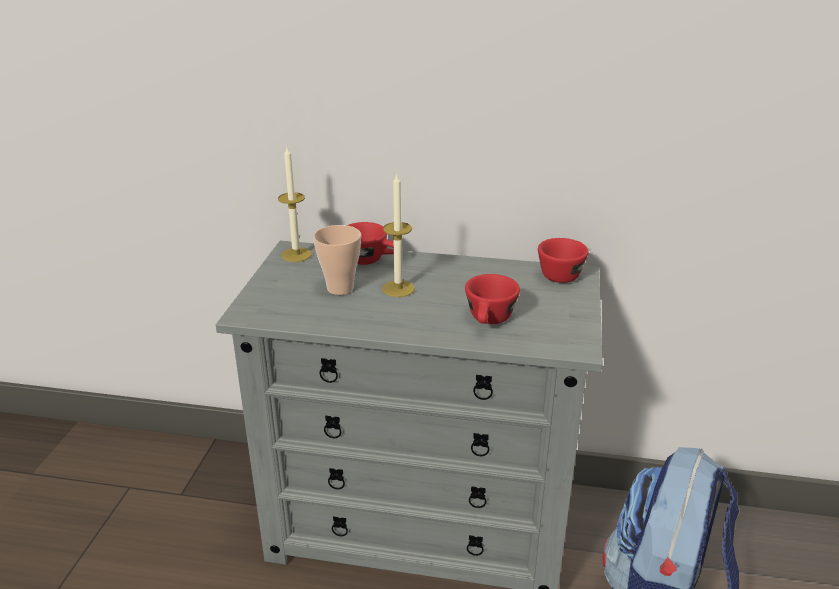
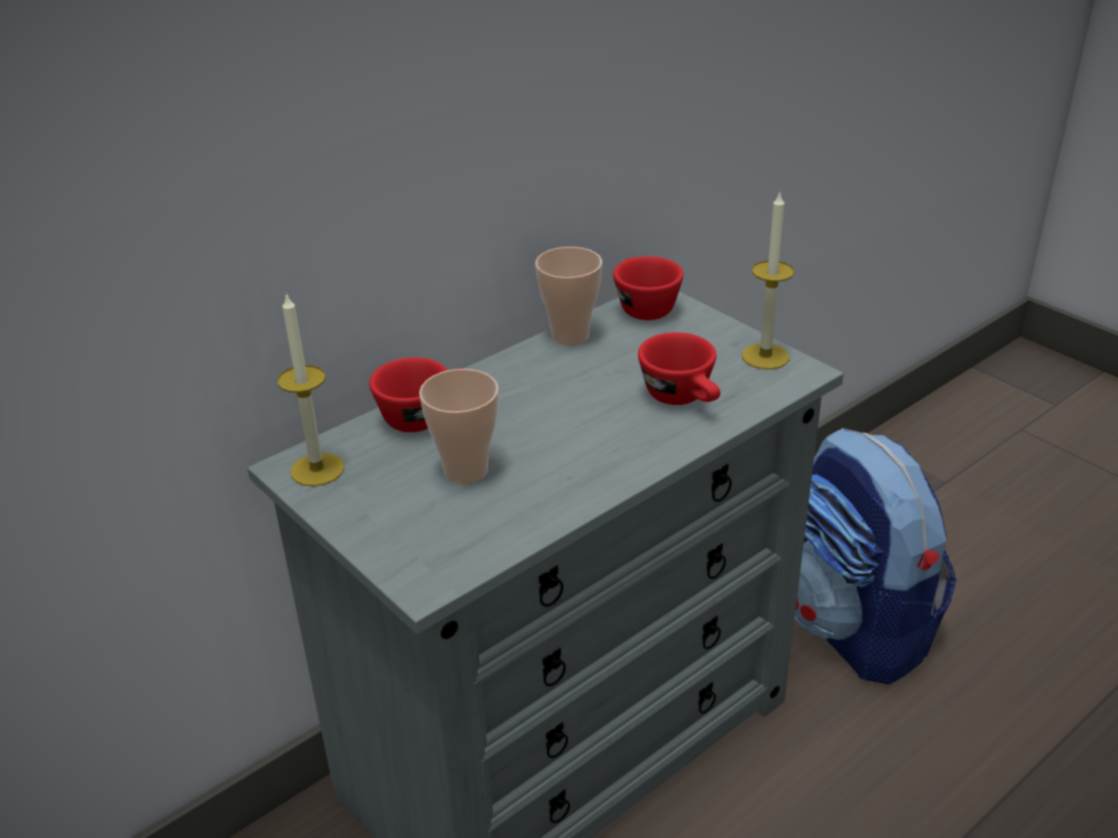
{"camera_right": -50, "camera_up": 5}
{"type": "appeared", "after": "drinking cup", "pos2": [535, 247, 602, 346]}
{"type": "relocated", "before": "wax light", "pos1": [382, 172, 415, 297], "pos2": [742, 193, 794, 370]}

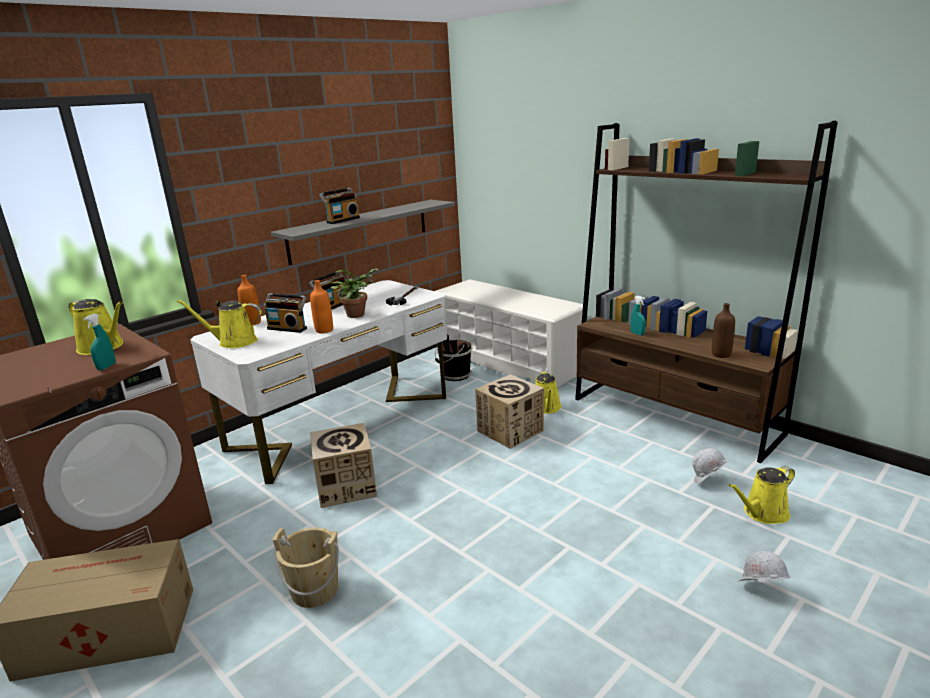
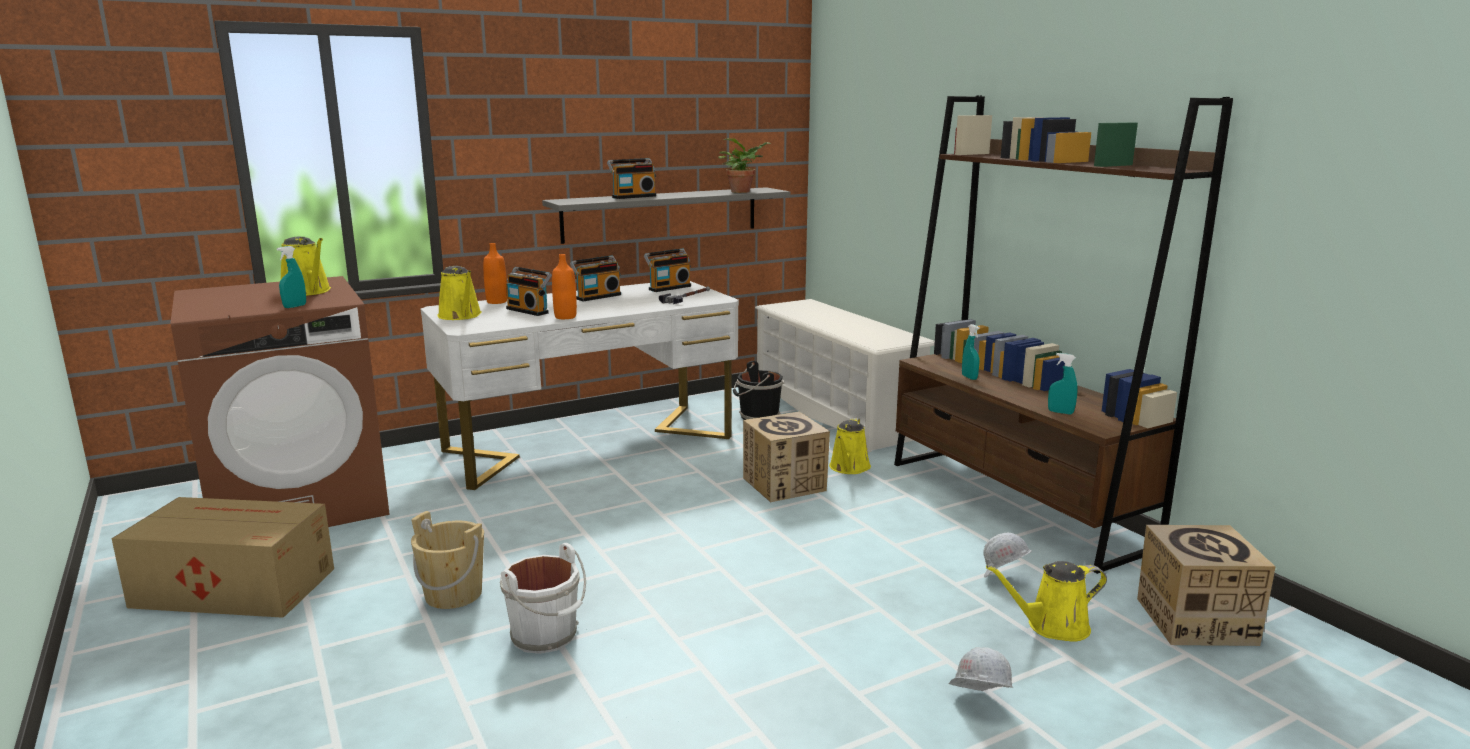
{"camera_right": 15, "camera_up": -5}
{"type": "appeared", "after": "white bucket", "pos2": [500, 543, 586, 654]}
{"type": "appeared", "after": "radio receiver", "pos2": [644, 249, 691, 292]}
{"type": "relocated", "before": "carton", "pos1": [310, 423, 377, 508], "pos2": [1137, 525, 1276, 646]}
{"type": "relocated", "before": "potted plant", "pos1": [331, 269, 378, 318], "pos2": [718, 138, 770, 193]}
{"type": "exchanged", "before": "brownish drink bottle", "after": "turquoise-coloured sprayer", "pos1": [712, 303, 735, 358], "pos2": [1048, 353, 1078, 414]}
{"type": "spun", "before": "yellow-coloured watering pot", "pos1": [176, 300, 262, 348], "pos2": [437, 266, 482, 320], "turn": -135}

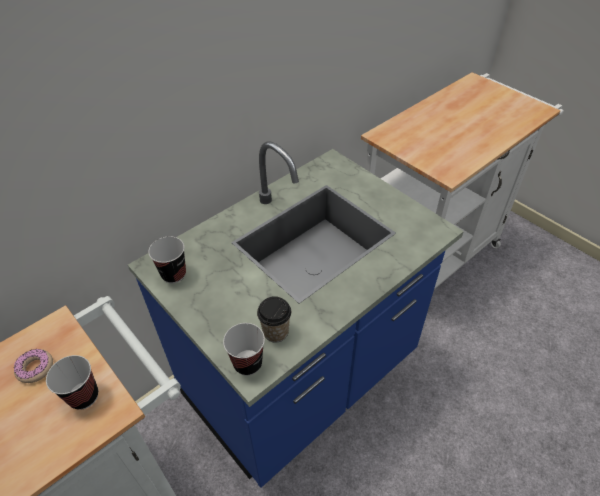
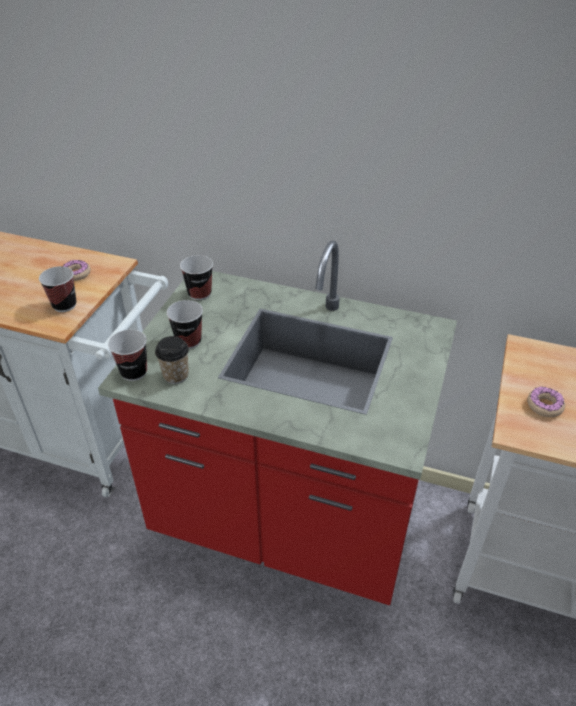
{"camera_right": 60, "camera_up": -5}
{"type": "appeared", "after": "drinking cup", "pos2": [167, 300, 203, 349]}
{"type": "appeared", "after": "ring doughnut", "pos2": [527, 387, 565, 417]}
{"type": "colour", "before": "blue kitchen base unit", "after": "reddish kitchen base unit", "pos1": [128, 142, 464, 488], "pos2": [98, 241, 457, 605]}

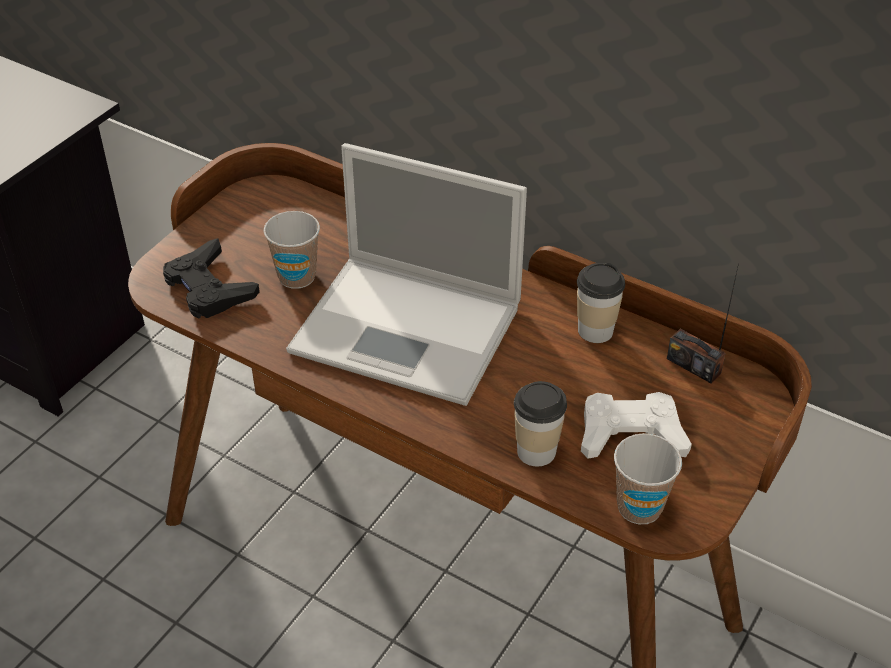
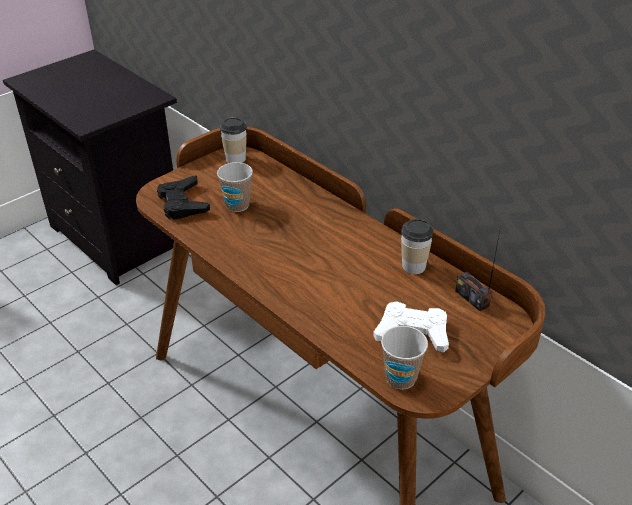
{"camera_right": 15, "camera_up": -5}
{"type": "missing", "before": "portable computer", "pos1": [286, 143, 527, 406]}
{"type": "relocated", "before": "drinking cup", "pos1": [514, 381, 567, 466], "pos2": [220, 118, 247, 163]}

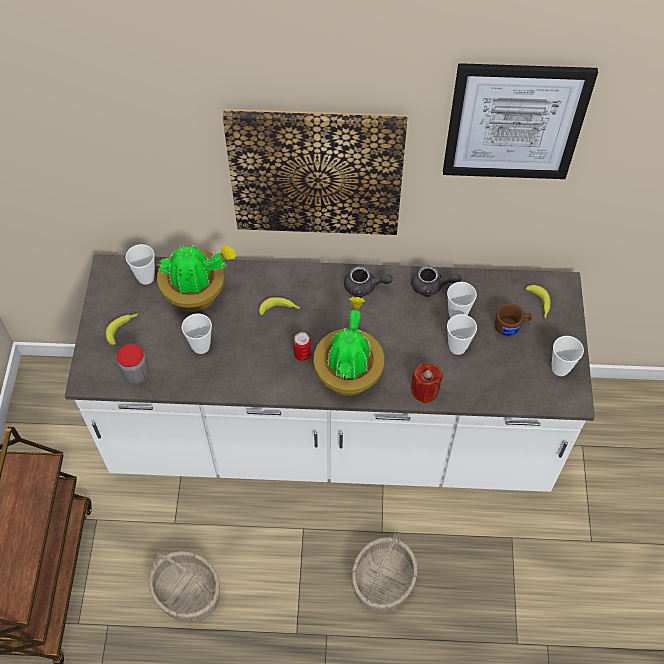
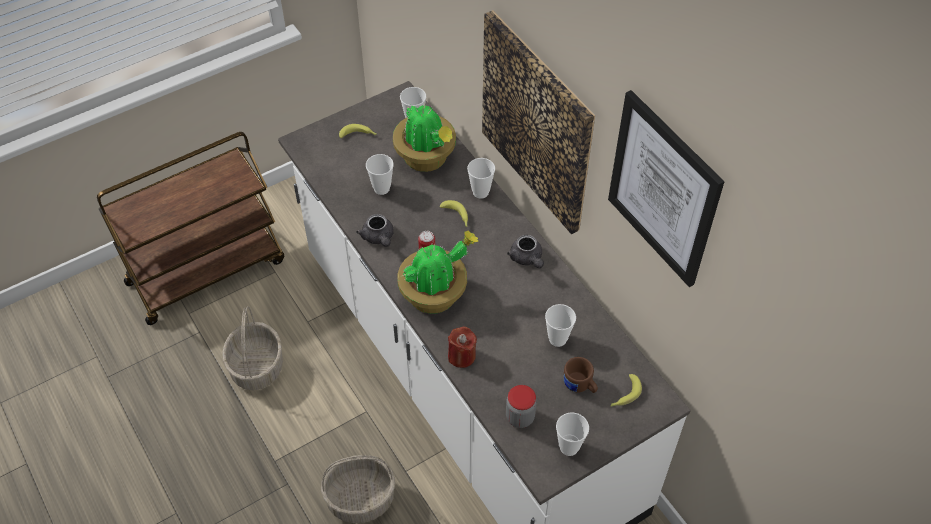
{"camera_right": 55, "camera_up": -5}
{"type": "relocated", "before": "preserve jar", "pos1": [117, 344, 149, 384], "pos2": [506, 385, 537, 428]}
{"type": "relocated", "before": "grey pot for tea", "pos1": [411, 266, 461, 297], "pos2": [356, 214, 394, 247]}
{"type": "relocated", "before": "drinking cup", "pos1": [447, 314, 477, 355], "pos2": [467, 158, 495, 199]}

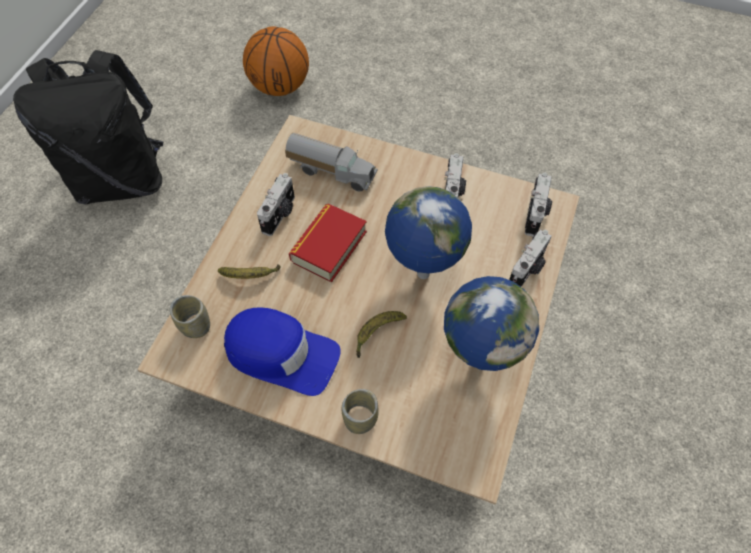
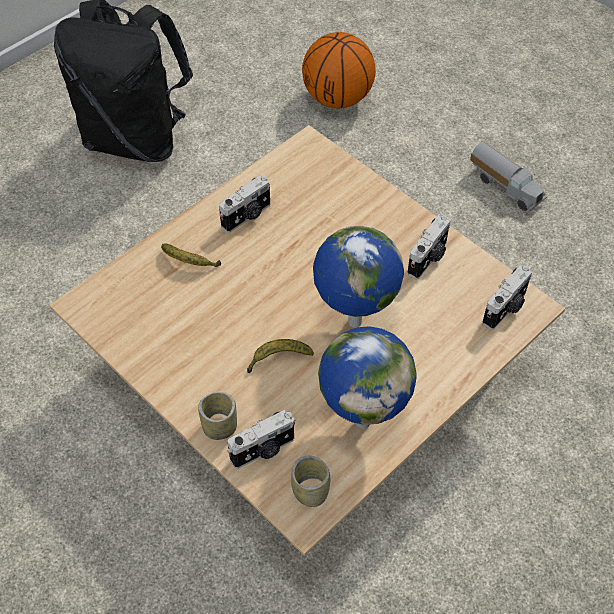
{"camera_right": 25, "camera_up": -5}
{"type": "missing", "before": "blue cap", "pos1": [224, 307, 341, 396]}
{"type": "missing", "before": "bound book", "pos1": [289, 203, 367, 282]}
{"type": "relocated", "before": "drinking cup", "pos1": [170, 295, 210, 338], "pos2": [291, 456, 330, 507]}
{"type": "relocated", "before": "toy lorry", "pos1": [285, 133, 378, 191], "pos2": [470, 141, 547, 211]}
{"type": "relocated", "before": "photo camera", "pos1": [509, 230, 552, 287], "pos2": [227, 410, 295, 469]}

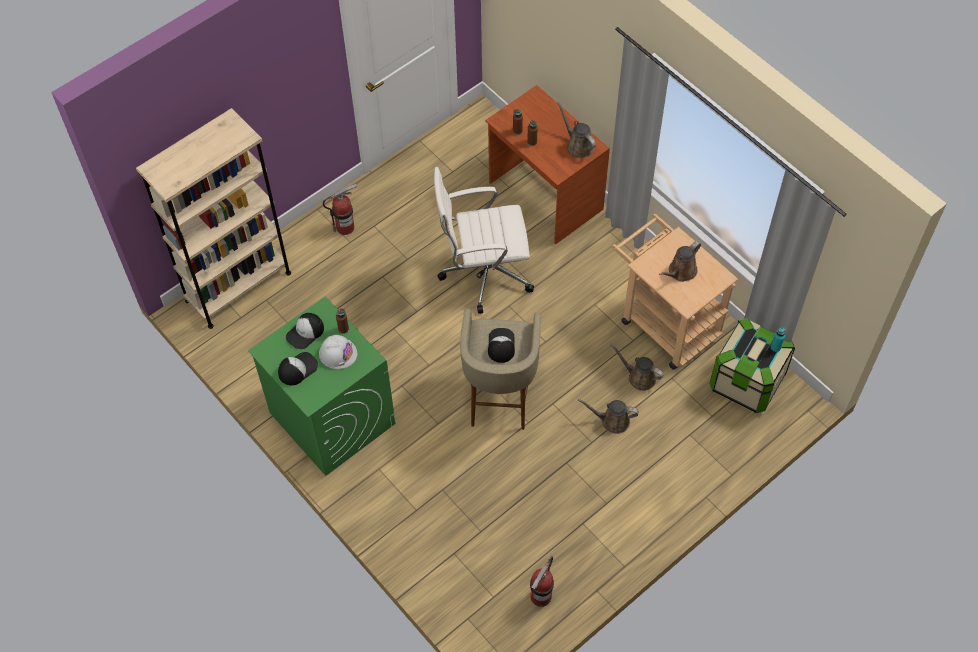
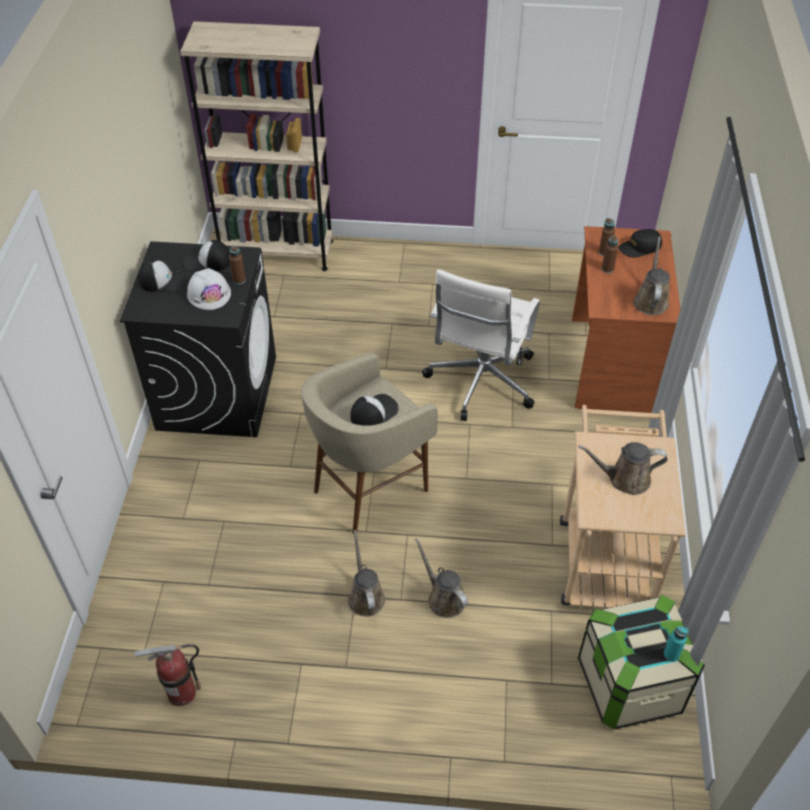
{"camera_right": 45, "camera_up": -10}
{"type": "missing", "before": "extinguisher", "pos1": [323, 184, 357, 235]}
{"type": "appeared", "after": "black-coloured cap", "pos2": [618, 229, 662, 257]}
{"type": "relocated", "before": "brownish watering pot", "pos1": [610, 344, 664, 391], "pos2": [348, 530, 385, 617]}
{"type": "colour", "before": "green washing machine", "after": "black-coloured washing machine", "pos1": [248, 297, 395, 476], "pos2": [120, 241, 276, 437]}
{"type": "spun", "before": "white office chair", "pos1": [434, 167, 534, 314], "pos2": [422, 269, 540, 421], "turn": -105}

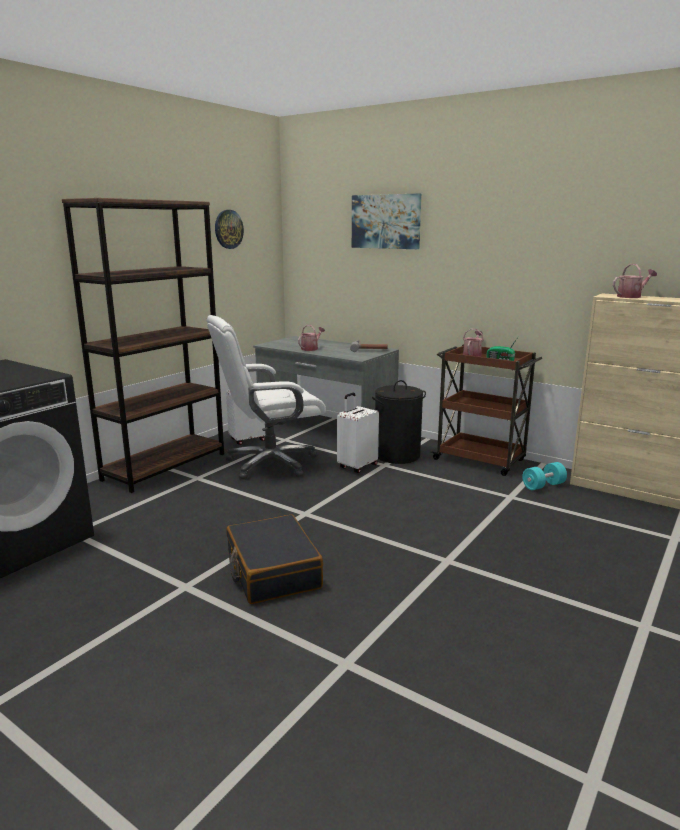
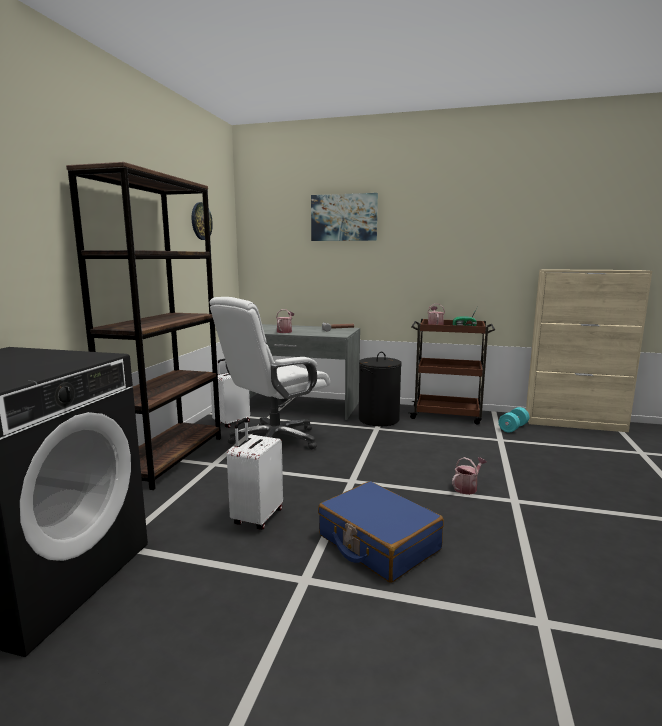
{"camera_right": -20, "camera_up": -5}
{"type": "relocated", "before": "white suitcase", "pos1": [337, 393, 379, 473], "pos2": [227, 418, 283, 530]}
{"type": "relocated", "before": "watering pot", "pos1": [613, 264, 657, 298], "pos2": [452, 457, 487, 495]}
{"type": "colour", "before": "black-coloured suitcase", "after": "blue suitcase", "pos1": [226, 514, 323, 604], "pos2": [318, 481, 444, 583]}

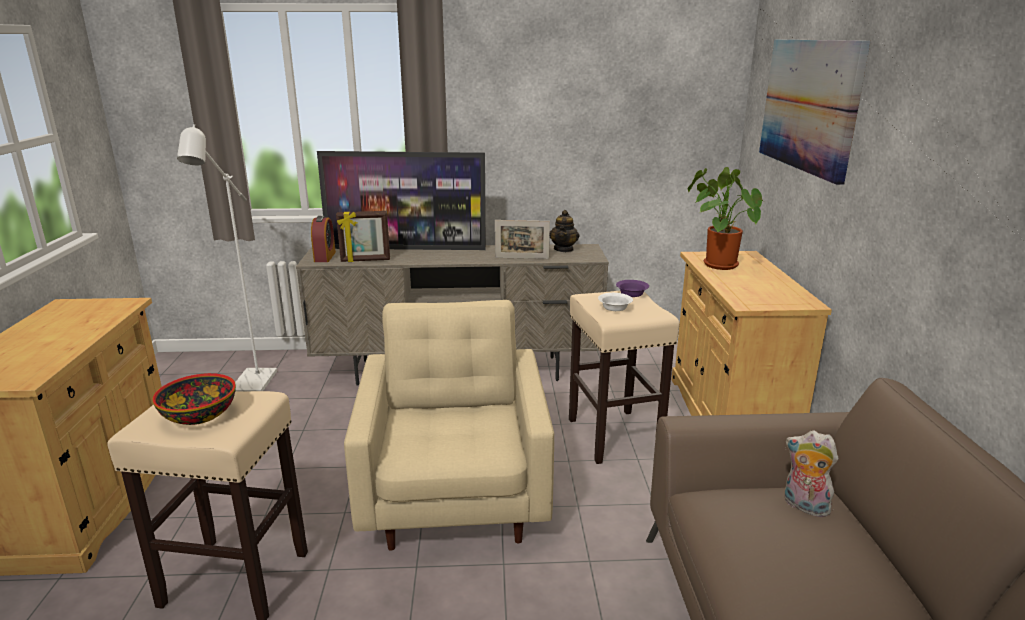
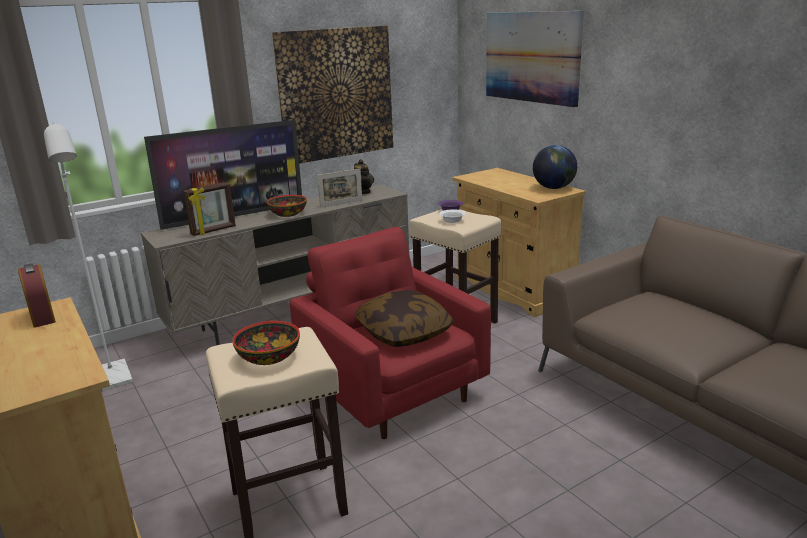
{"camera_right": -30, "camera_up": 0}
{"type": "missing", "before": "potted plant", "pos1": [688, 167, 763, 270]}
{"type": "missing", "before": "plush toy", "pos1": [785, 430, 838, 517]}
{"type": "appeared", "after": "bowl", "pos2": [267, 195, 307, 217]}
{"type": "appeared", "after": "picture", "pos2": [272, 26, 393, 163]}
{"type": "appeared", "after": "pillow", "pos2": [355, 290, 454, 347]}
{"type": "appeared", "after": "desk globe", "pos2": [533, 145, 577, 189]}
{"type": "relocated", "before": "alarm clock", "pos1": [311, 216, 336, 262], "pos2": [18, 263, 56, 328]}
{"type": "colour", "before": "sand-coloured armchair", "after": "reddish armchair", "pos1": [344, 300, 554, 551], "pos2": [289, 227, 491, 439]}

